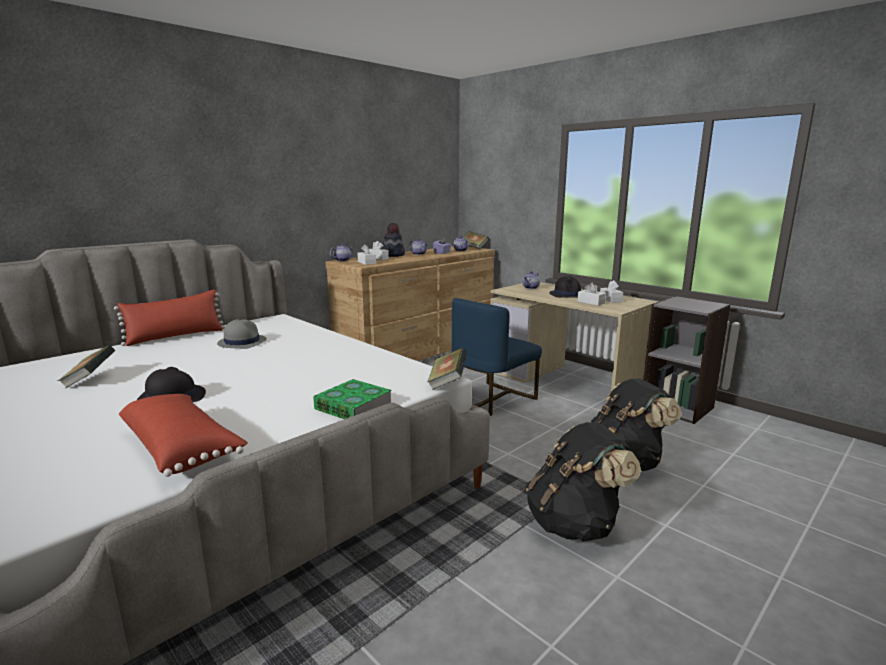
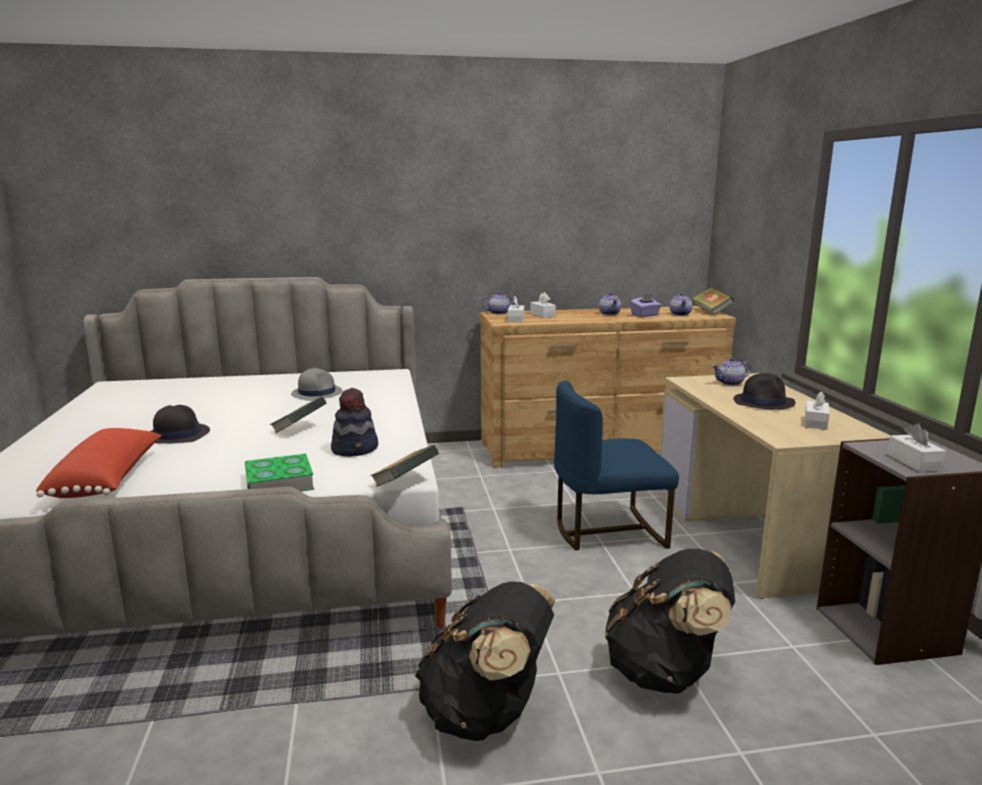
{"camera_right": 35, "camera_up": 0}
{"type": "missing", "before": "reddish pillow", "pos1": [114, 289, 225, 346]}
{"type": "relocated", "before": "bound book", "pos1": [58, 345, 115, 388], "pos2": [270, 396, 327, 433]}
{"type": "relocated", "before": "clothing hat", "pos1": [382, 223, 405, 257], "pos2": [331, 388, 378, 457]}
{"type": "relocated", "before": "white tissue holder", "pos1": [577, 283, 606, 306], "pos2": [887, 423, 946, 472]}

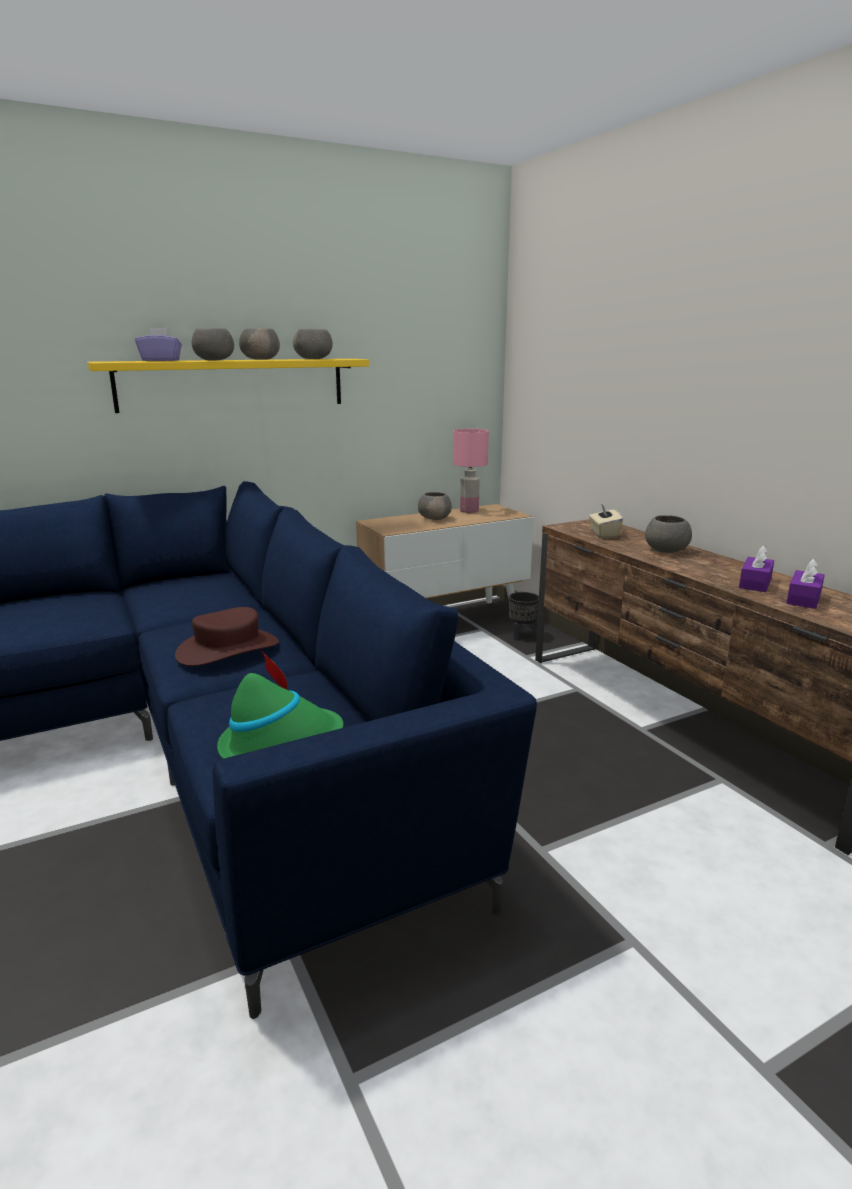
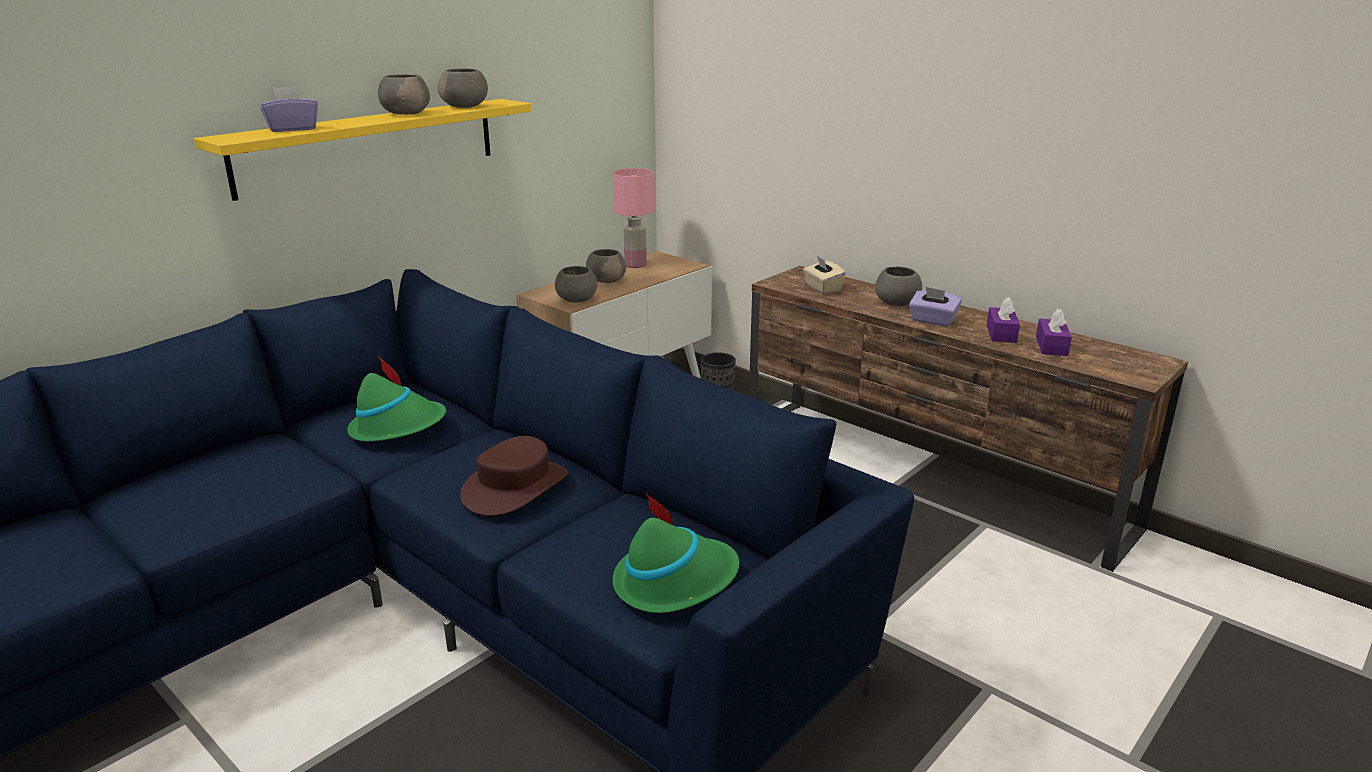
{"camera_right": -20, "camera_up": 5}
{"type": "appeared", "after": "green clothing hat", "pos2": [347, 356, 446, 442]}
{"type": "appeared", "after": "purple tissue holder", "pos2": [909, 287, 962, 327]}
{"type": "relocated", "before": "grey bowl", "pos1": [192, 328, 234, 360], "pos2": [555, 266, 598, 303]}

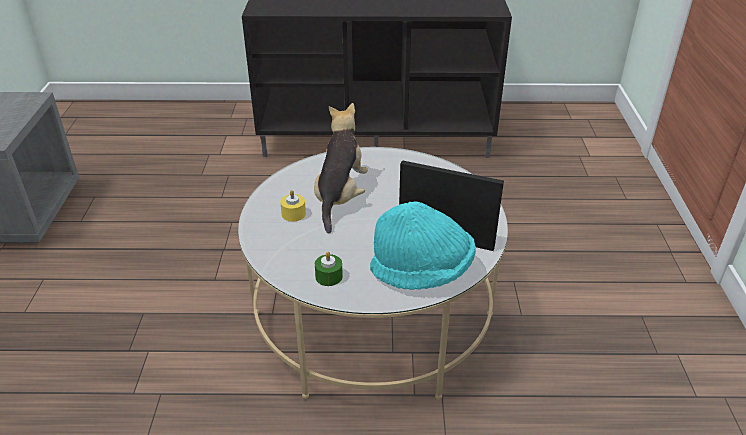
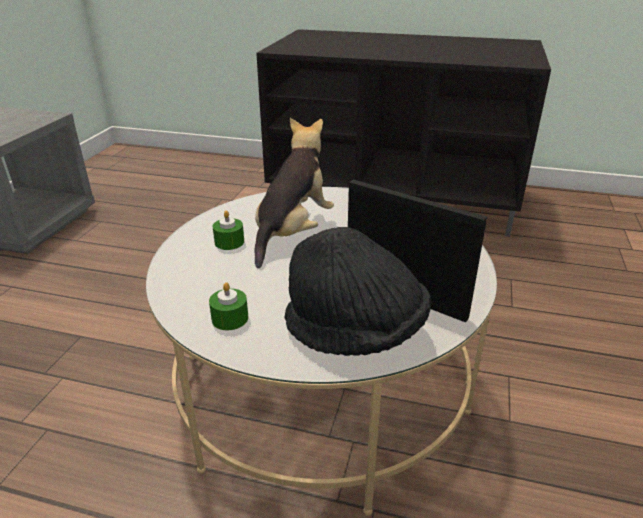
{"camera_right": 15, "camera_up": -5}
{"type": "colour", "before": "yellow-coloured wax light", "after": "green wax light", "pos1": [280, 190, 306, 222], "pos2": [212, 210, 244, 250]}
{"type": "colour", "before": "turquoise-coloured clothing hat", "after": "black-coloured clothing hat", "pos1": [370, 201, 476, 290], "pos2": [284, 227, 431, 356]}

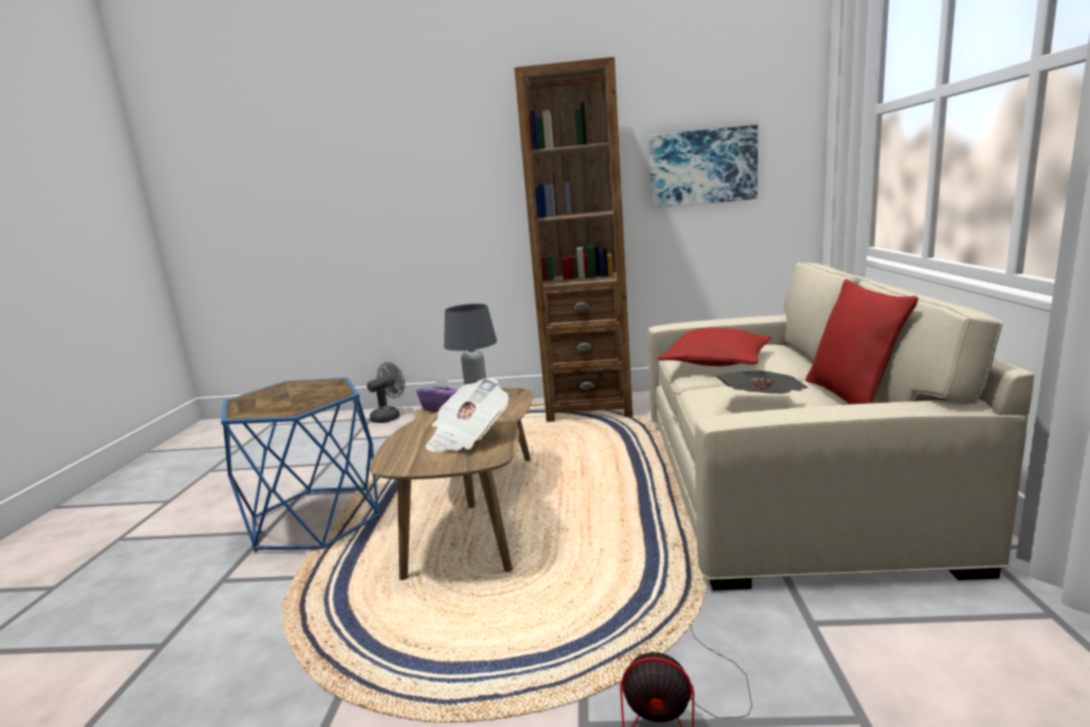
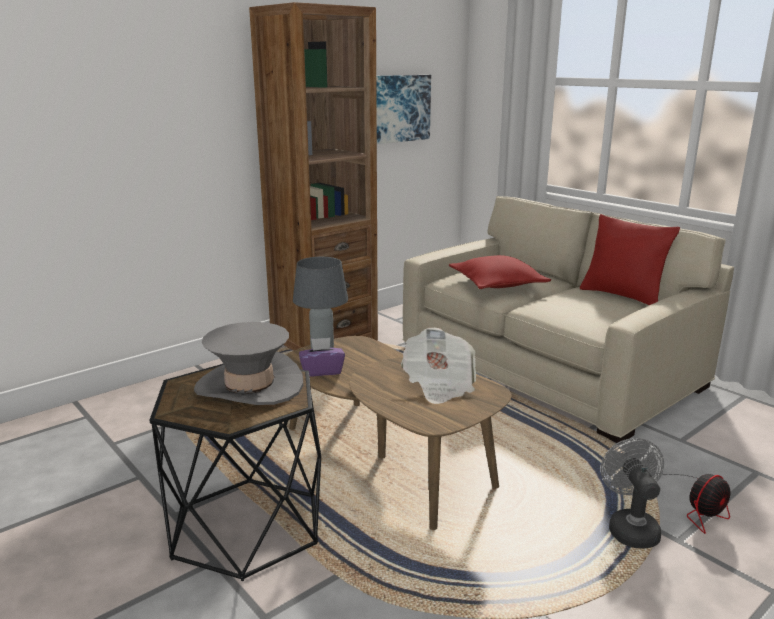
{"camera_right": -45, "camera_up": 5}
{"type": "missing", "before": "printed paper", "pos1": [714, 371, 808, 394]}
{"type": "appeared", "after": "grey clothing hat", "pos2": [194, 322, 303, 405]}
{"type": "relocated", "before": "grey cooling fan", "pos1": [367, 362, 405, 423], "pos2": [600, 438, 664, 549]}
{"type": "colour", "before": "blue accent table", "after": "black-coloured accent table", "pos1": [221, 377, 380, 552], "pos2": [149, 364, 321, 581]}

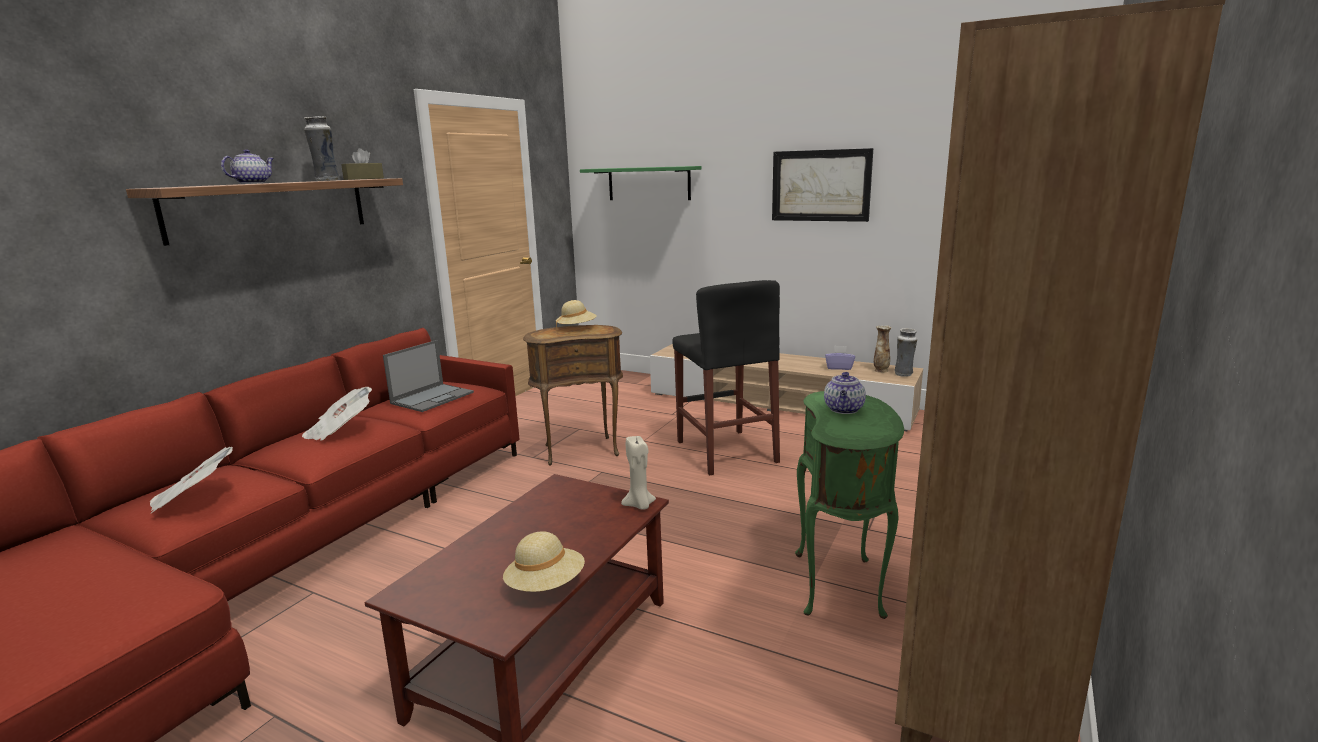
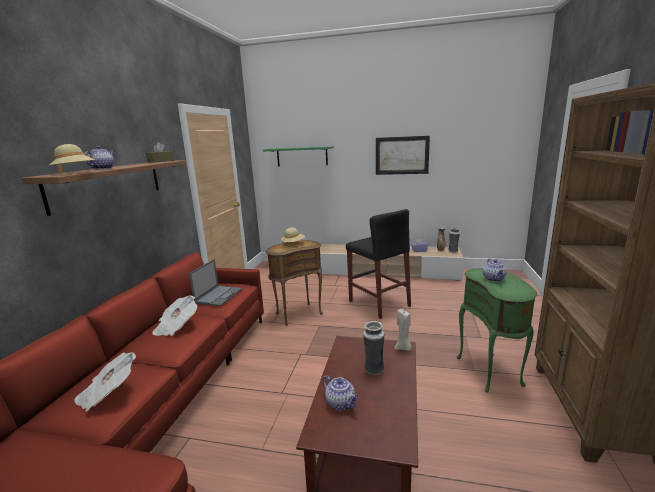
{"camera_right": -15, "camera_up": 0}
{"type": "appeared", "after": "pot for tea", "pos2": [323, 375, 359, 410]}
{"type": "relocated", "before": "vase", "pos1": [304, 116, 340, 181], "pos2": [363, 321, 384, 375]}
{"type": "relocated", "before": "sand-coloured clothing hat", "pos1": [503, 531, 585, 592], "pos2": [48, 144, 96, 173]}

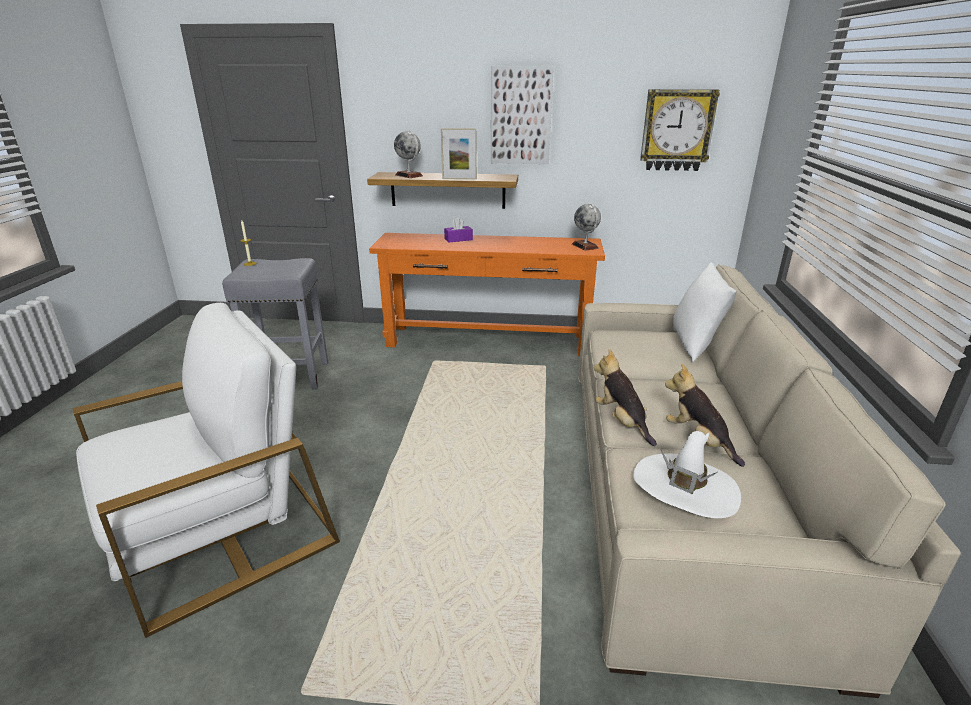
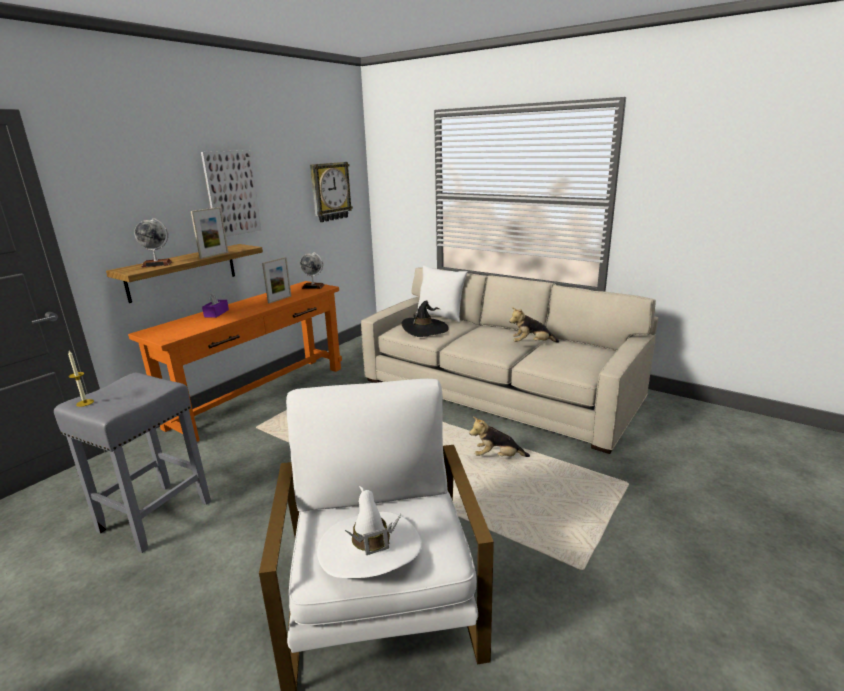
{"camera_right": -60, "camera_up": -5}
{"type": "appeared", "after": "photo frame", "pos2": [262, 257, 291, 303]}
{"type": "appeared", "after": "black-coloured clothing hat", "pos2": [401, 300, 449, 337]}
{"type": "relocated", "before": "plush toy", "pos1": [594, 349, 657, 446], "pos2": [469, 417, 530, 457]}
{"type": "relocated", "before": "white clothing hat", "pos1": [633, 431, 741, 518], "pos2": [317, 486, 422, 578]}

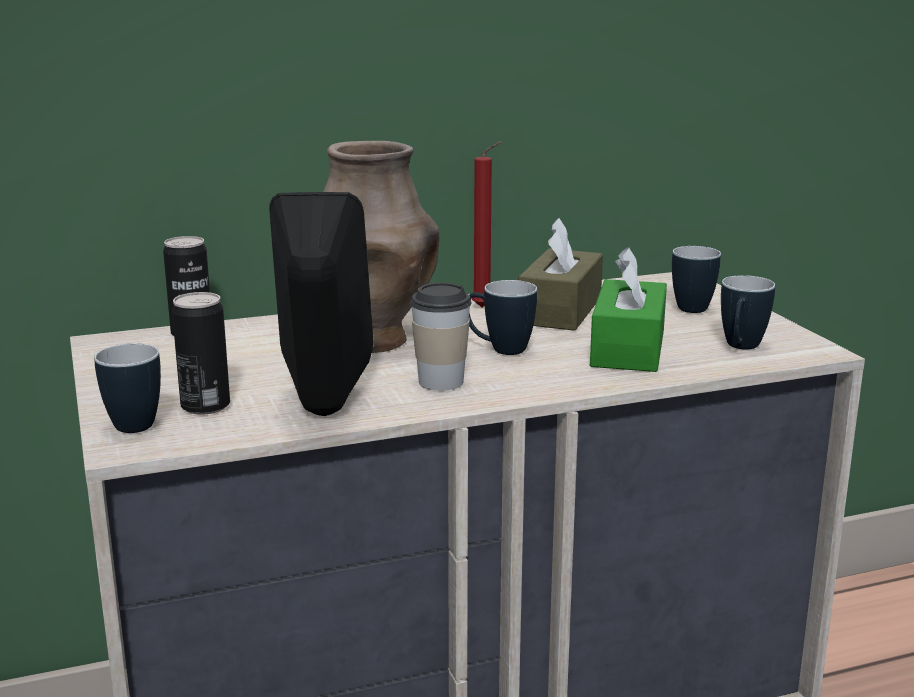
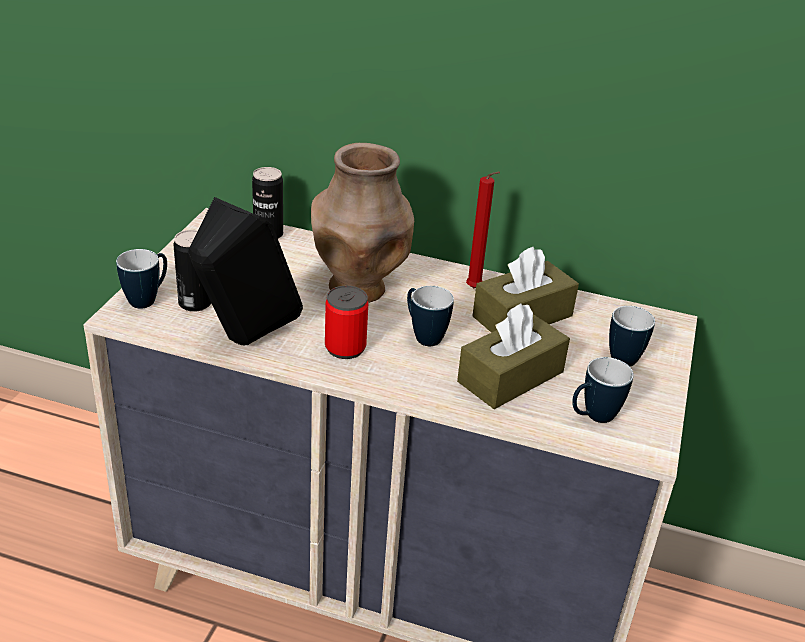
{"camera_right": 35, "camera_up": 15}
{"type": "exchanged", "before": "drinking cup", "after": "can", "pos1": [410, 283, 472, 391], "pos2": [325, 286, 368, 359]}
{"type": "colour", "before": "green tissue holder", "after": "brownish tissue holder", "pos1": [590, 247, 667, 372], "pos2": [457, 303, 570, 409]}

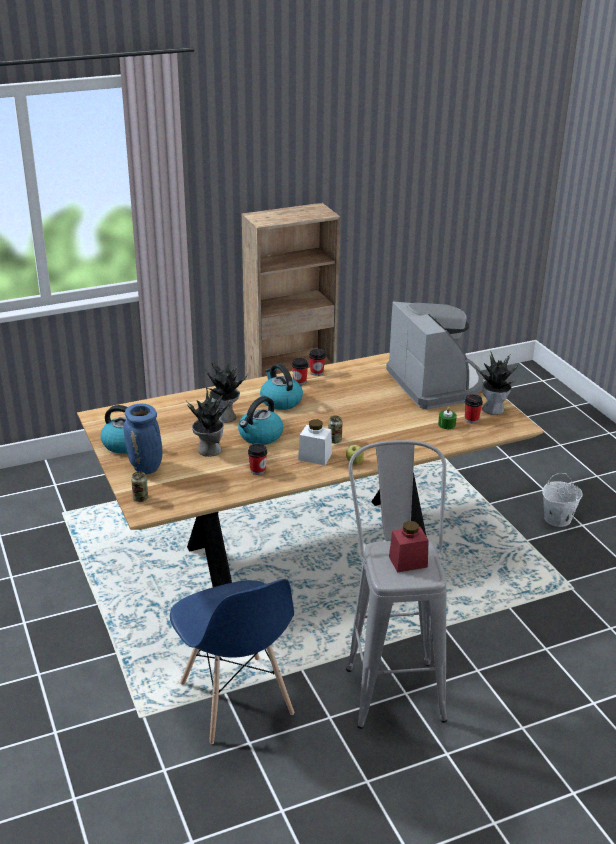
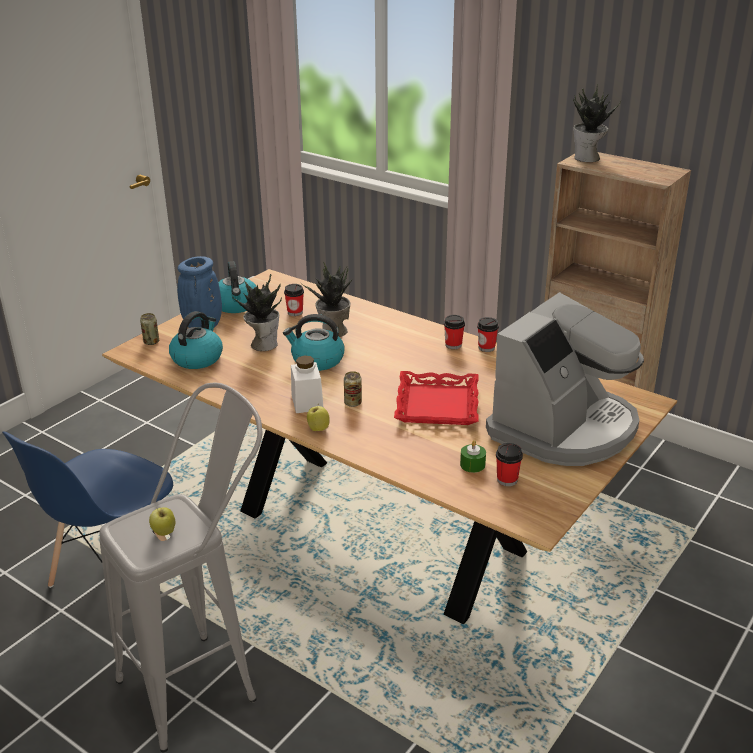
{"camera_right": 60, "camera_up": 0}
{"type": "missing", "before": "white bucket", "pos1": [542, 473, 583, 527]}
{"type": "appeared", "after": "reddish serving tray", "pos2": [394, 371, 478, 425]}
{"type": "relocated", "before": "drinking cup", "pos1": [248, 443, 267, 475], "pos2": [284, 284, 304, 316]}
{"type": "relocated", "before": "tea kettle", "pos1": [260, 364, 303, 410], "pos2": [169, 311, 223, 369]}
{"type": "relocated", "before": "potted plant", "pos1": [476, 350, 518, 415], "pos2": [573, 84, 621, 162]}
{"type": "exchanged", "before": "reddish preserve jar", "after": "whole apple", "pos1": [389, 521, 429, 572], "pos2": [149, 507, 175, 536]}

